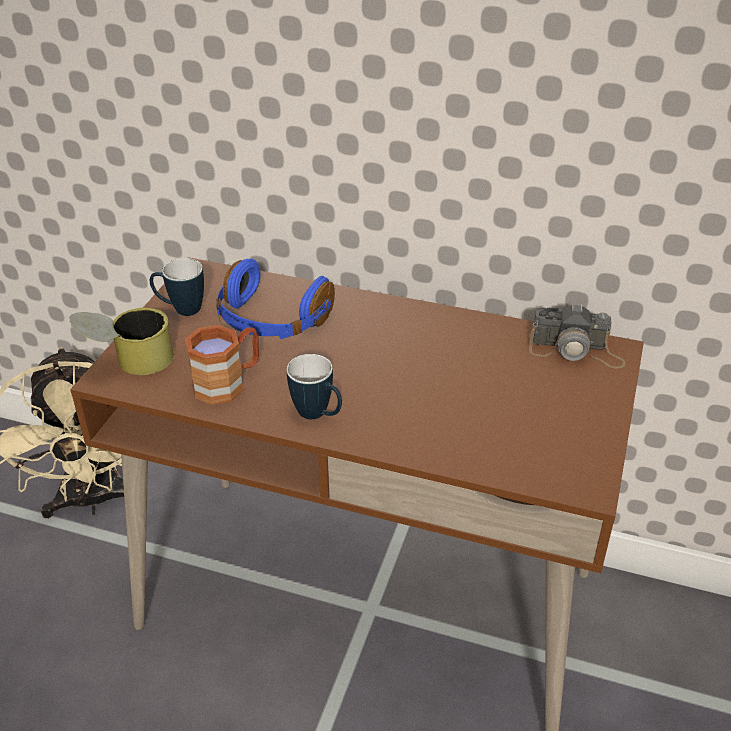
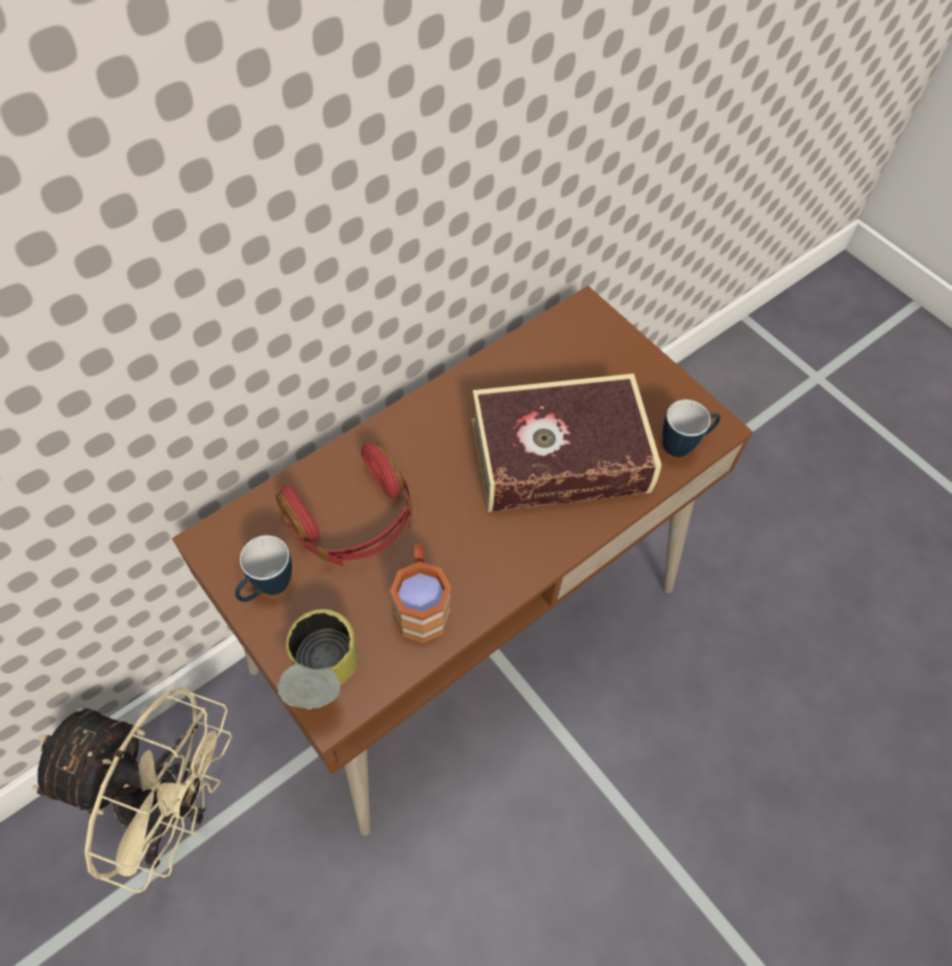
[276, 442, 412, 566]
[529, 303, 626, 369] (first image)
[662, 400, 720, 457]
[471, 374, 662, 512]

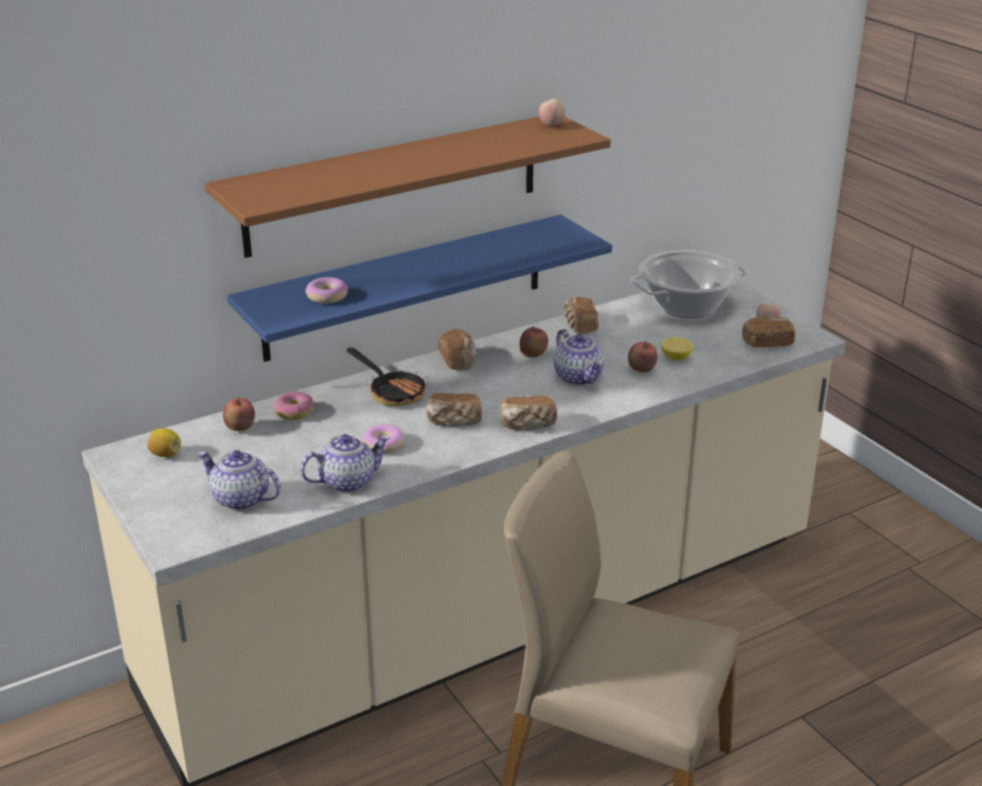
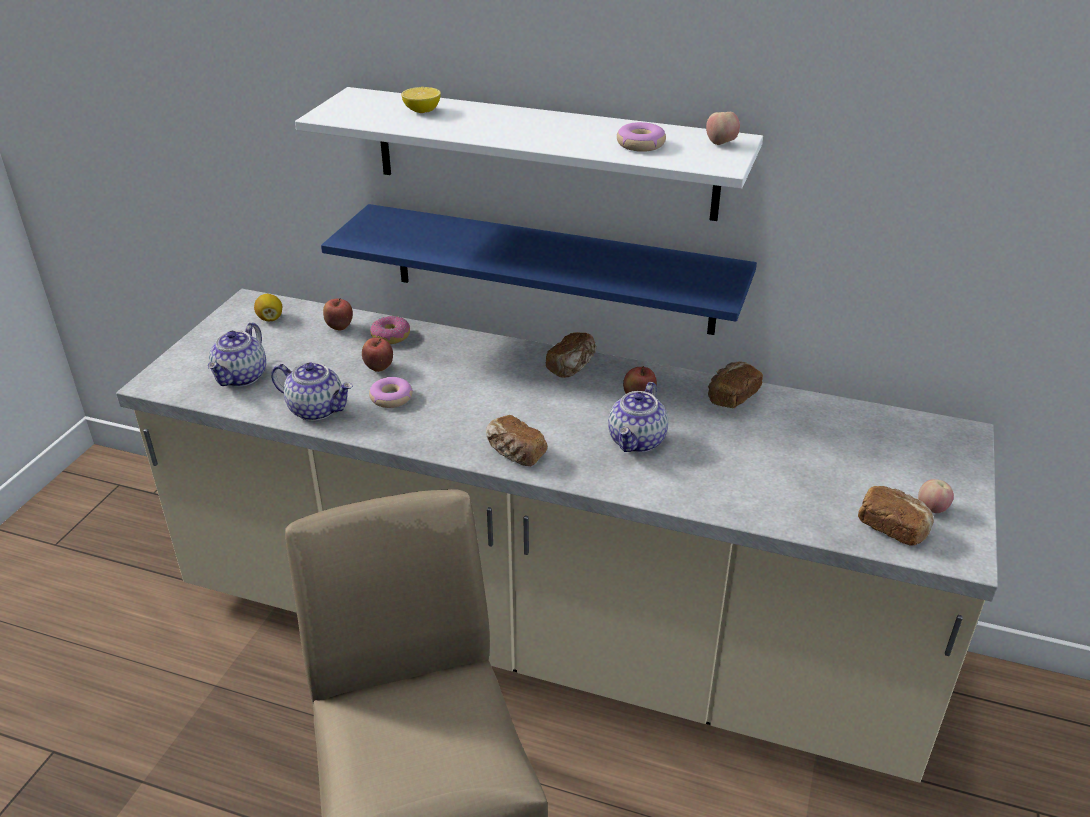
[295, 87, 763, 221]
[631, 250, 747, 318] (first image)
[617, 122, 666, 152]
[401, 87, 441, 113]
[362, 338, 393, 372]
[347, 348, 427, 407] (first image)
[426, 393, 482, 426] (first image)
[208, 322, 266, 387]

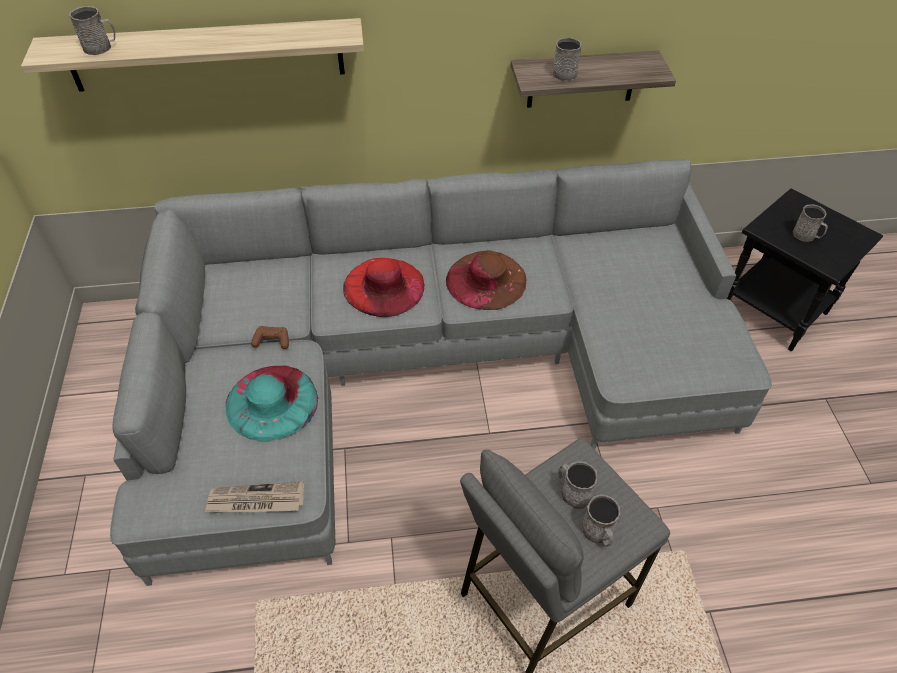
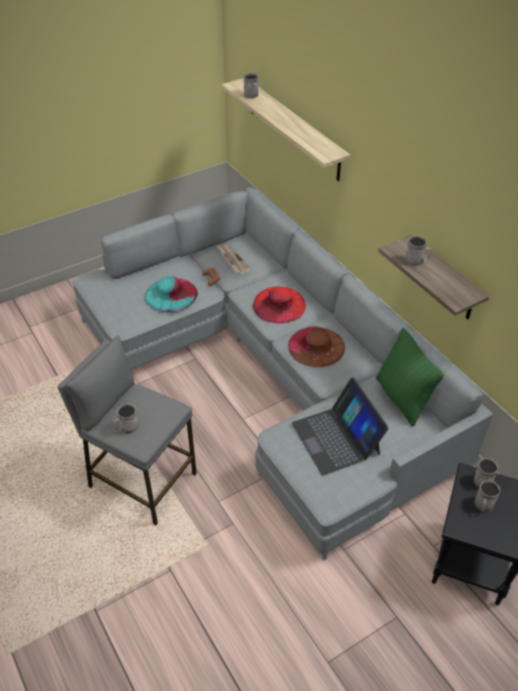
[474, 458, 498, 488]
[217, 244, 252, 274]
[376, 328, 444, 426]
[292, 377, 389, 476]

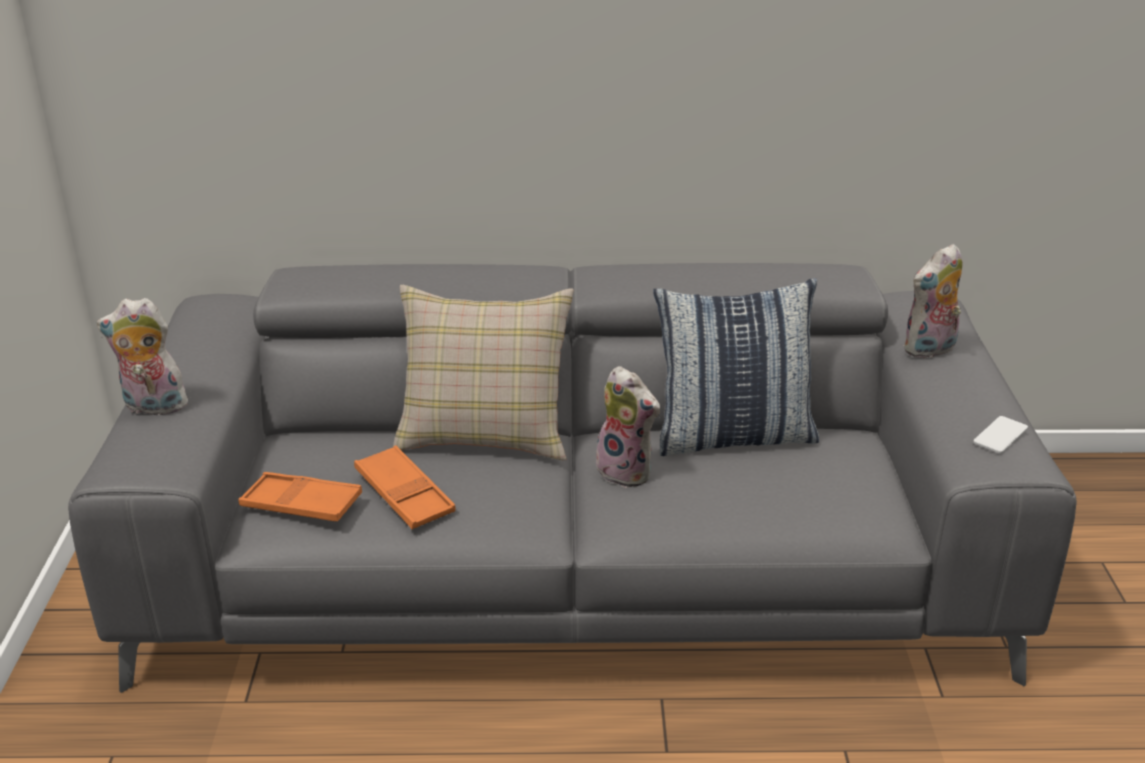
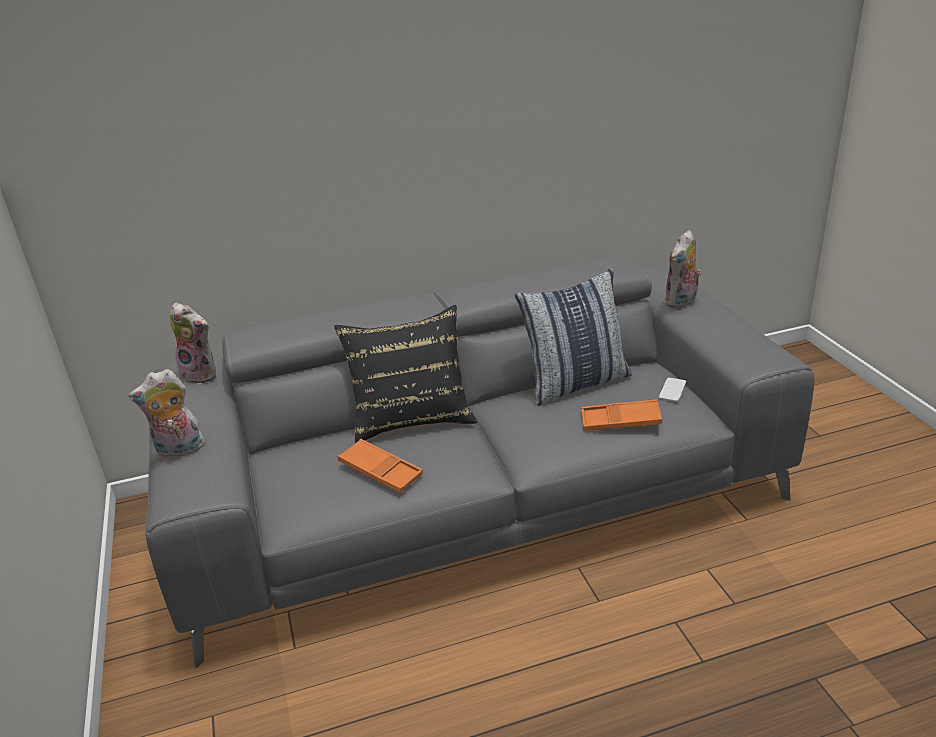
[334, 305, 477, 443]
[170, 303, 216, 384]
[659, 378, 686, 402]
[581, 399, 662, 431]

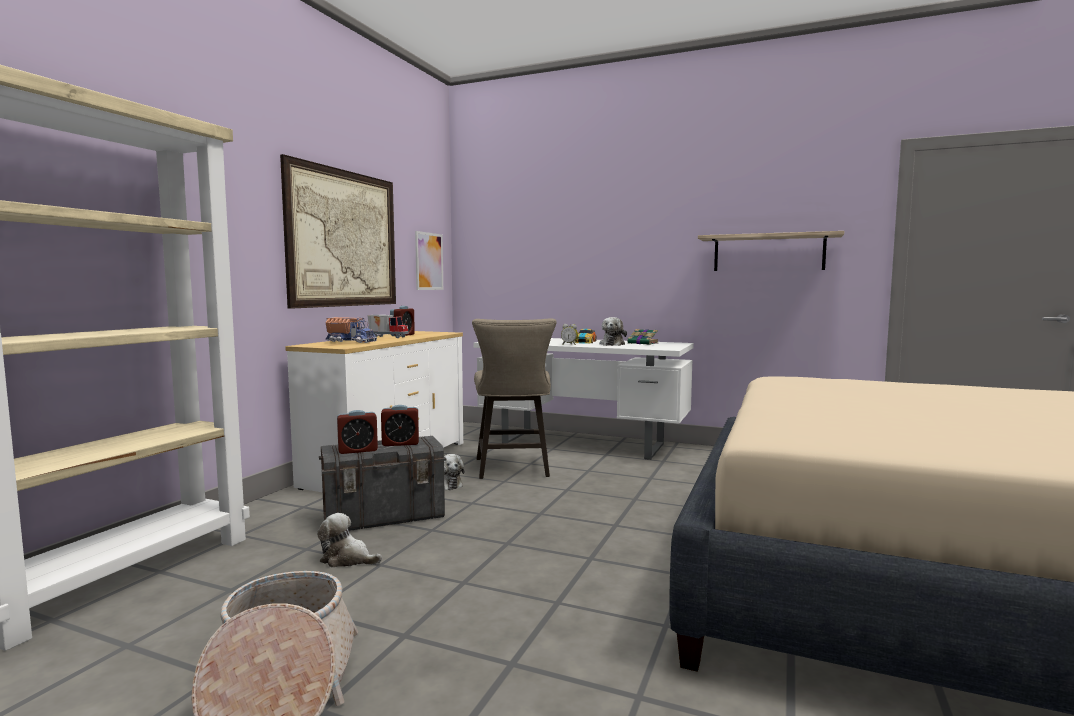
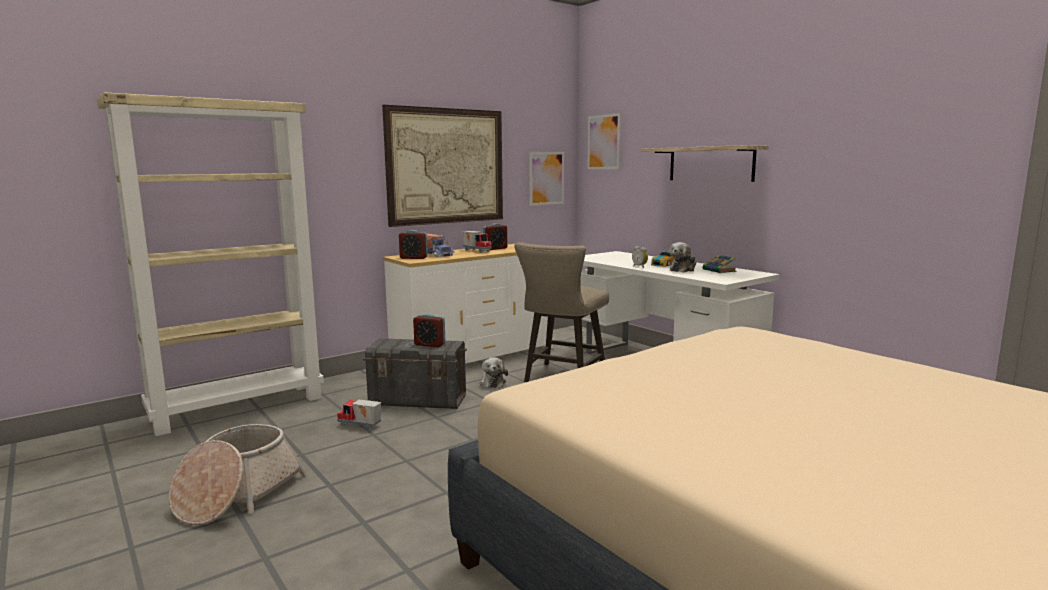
[641, 145, 769, 182]
[399, 230, 428, 259]
[337, 399, 381, 430]
[587, 113, 621, 169]

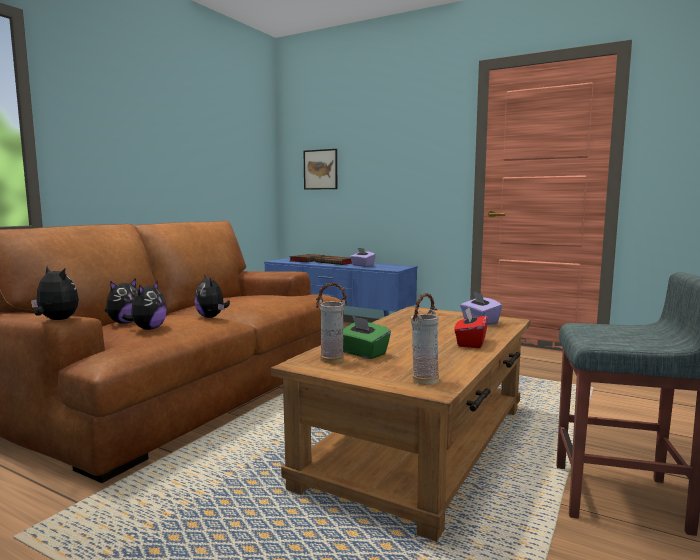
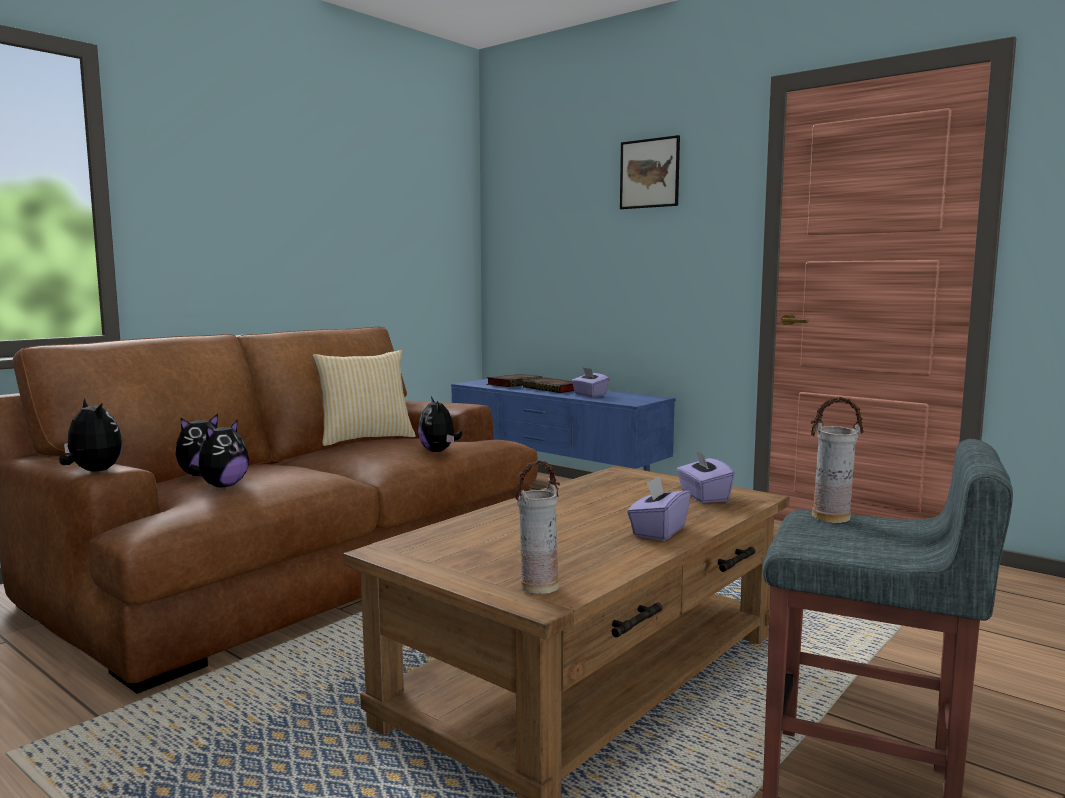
[620, 135, 680, 209]
[418, 397, 462, 452]
[811, 397, 864, 523]
[627, 476, 690, 541]
[343, 316, 391, 359] (first image)
[313, 350, 416, 446]

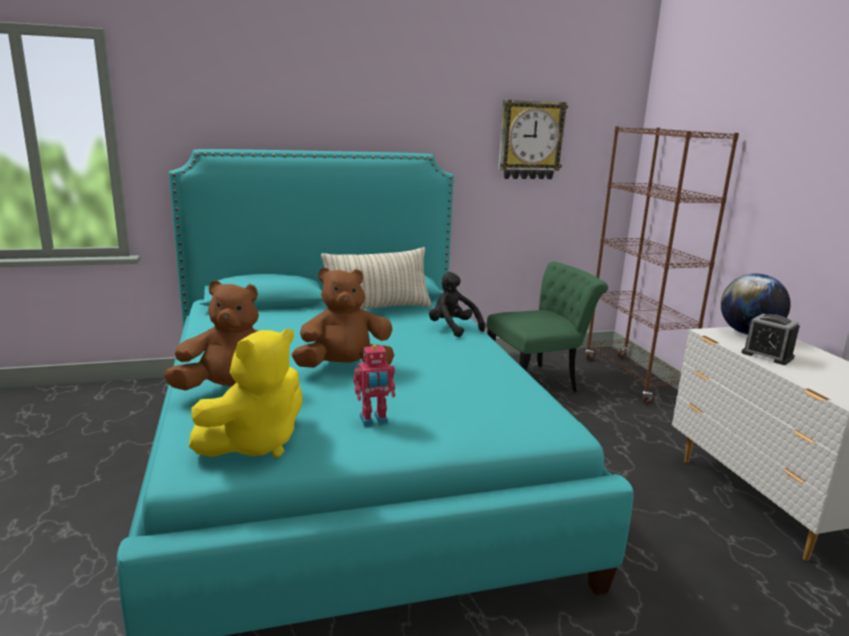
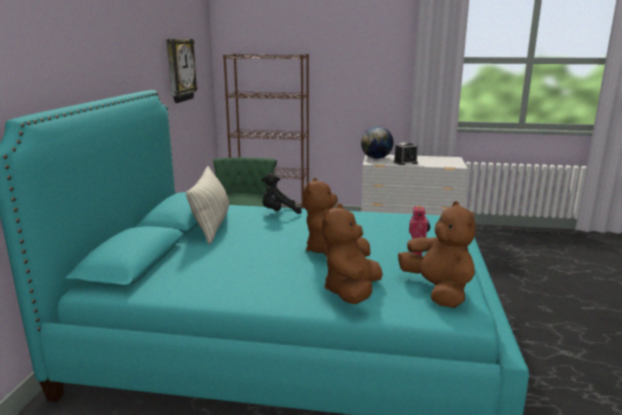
[398, 201, 476, 308]

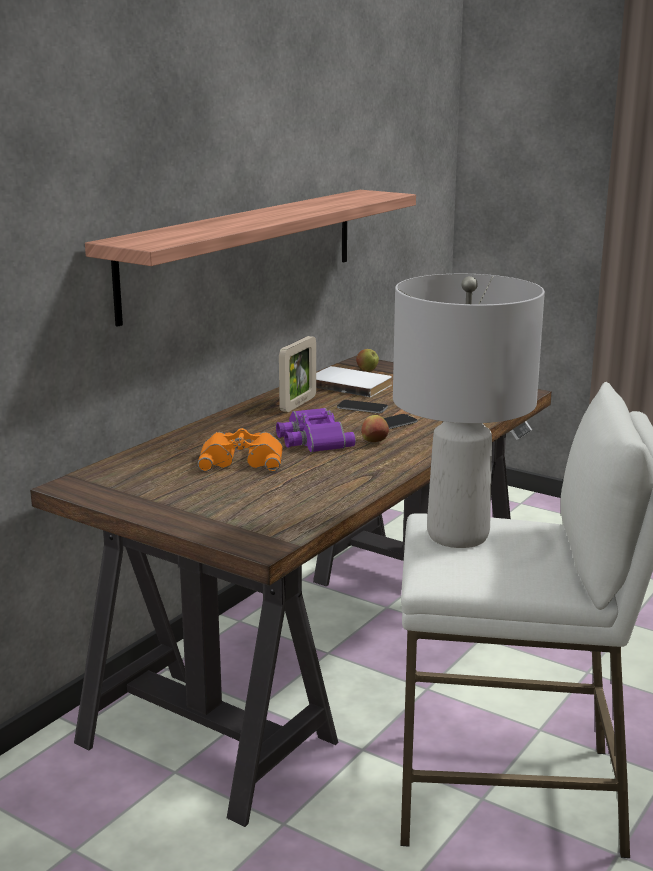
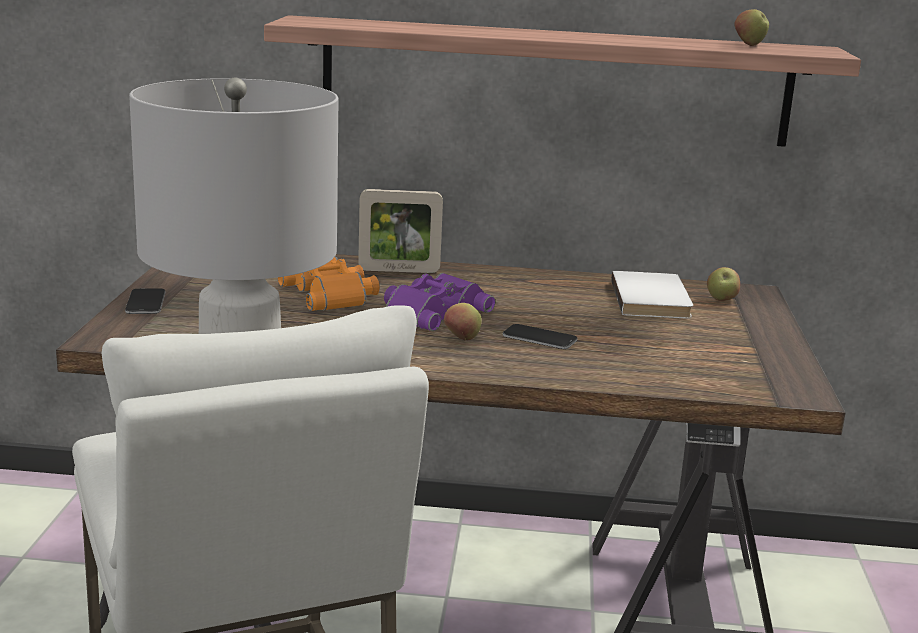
[358, 189, 443, 273]
[125, 289, 165, 314]
[734, 9, 769, 46]

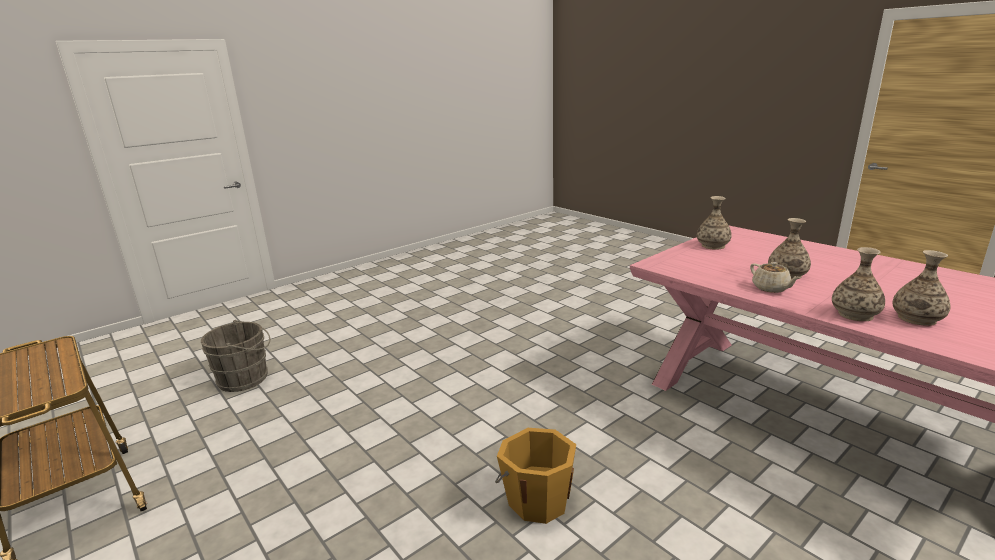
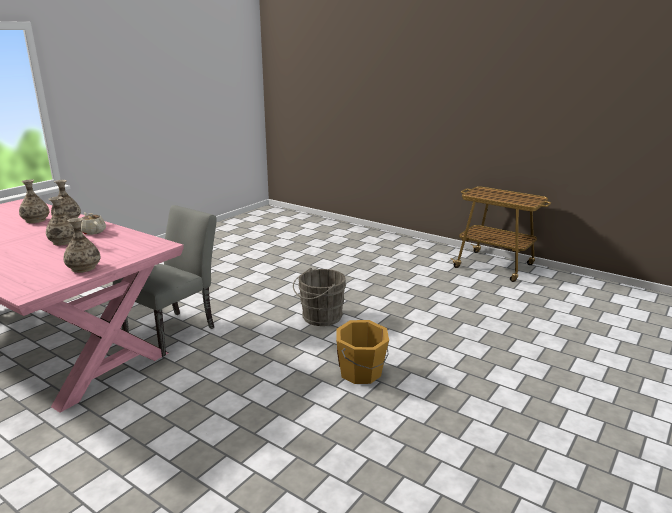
[293, 268, 346, 326]
[336, 320, 389, 384]
[113, 205, 217, 357]

